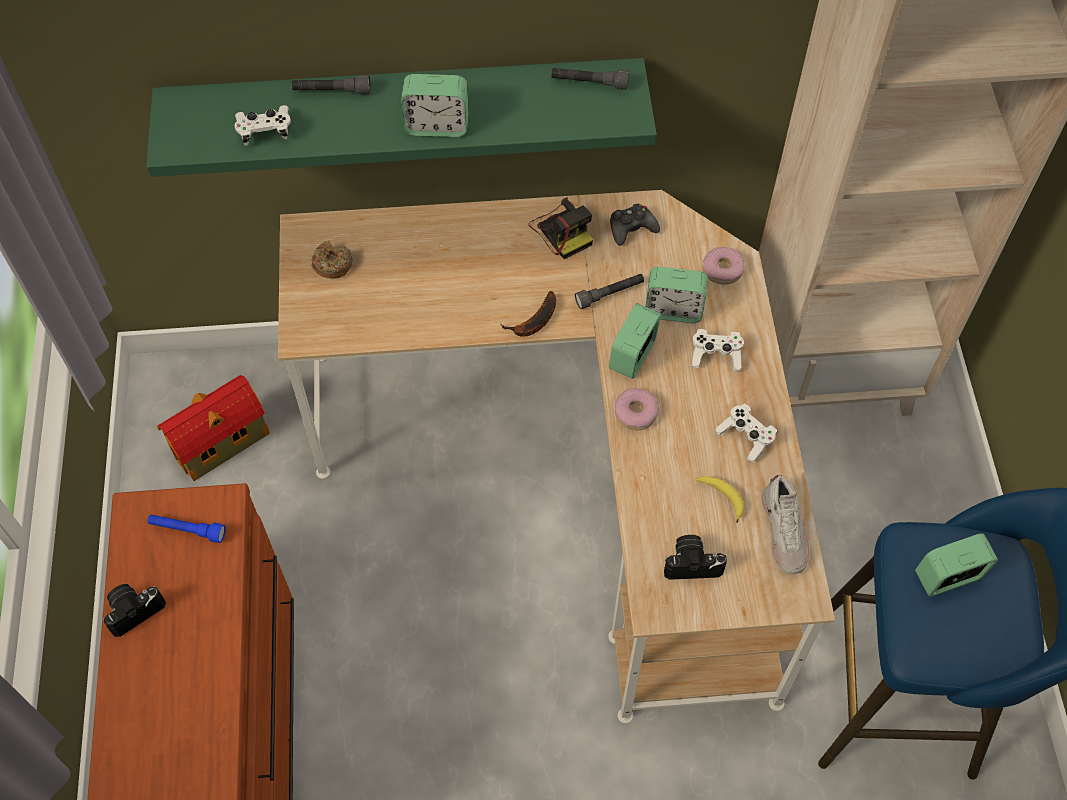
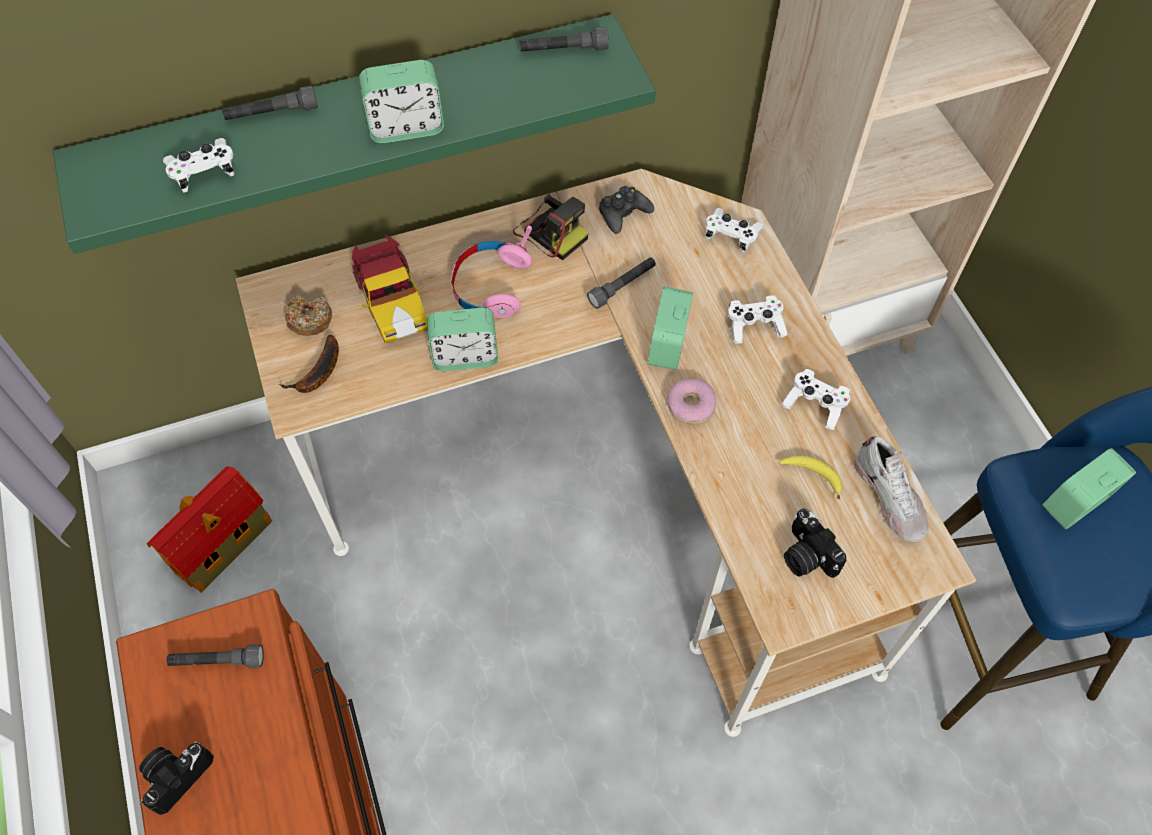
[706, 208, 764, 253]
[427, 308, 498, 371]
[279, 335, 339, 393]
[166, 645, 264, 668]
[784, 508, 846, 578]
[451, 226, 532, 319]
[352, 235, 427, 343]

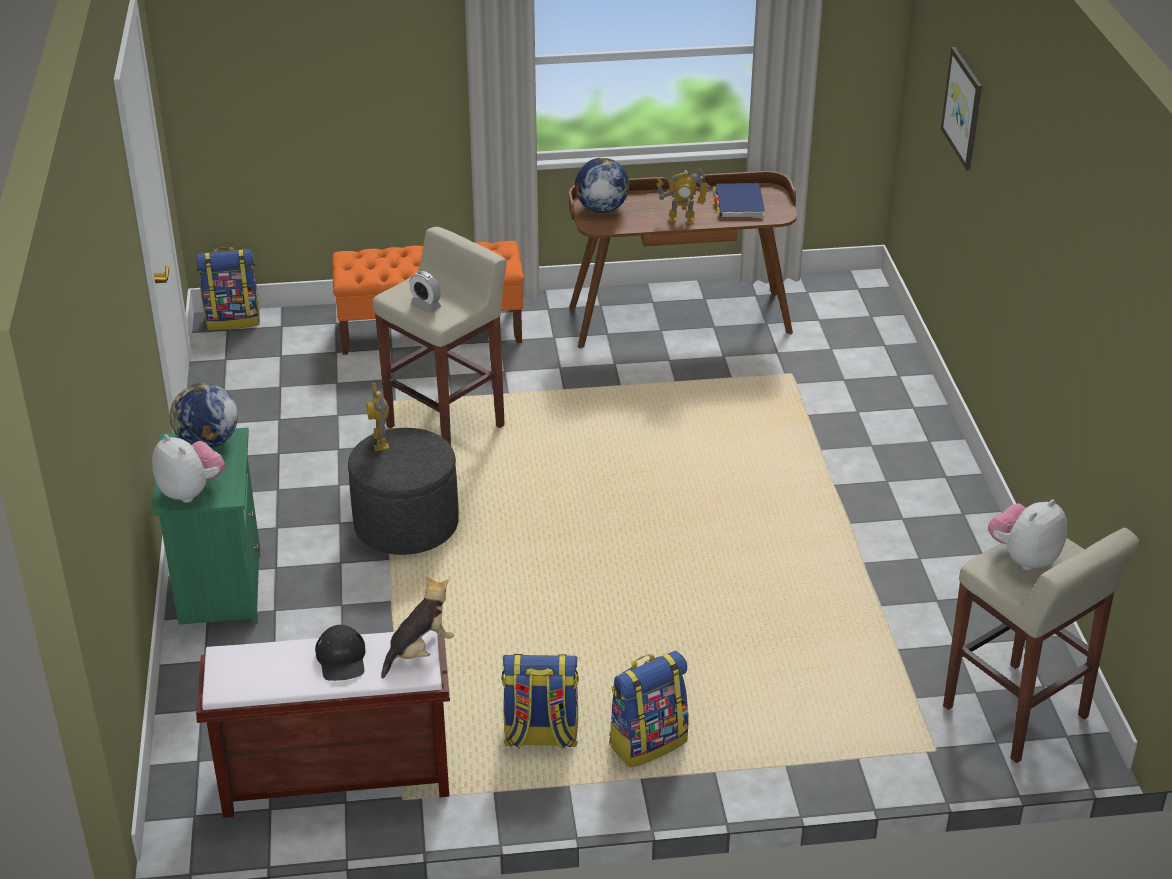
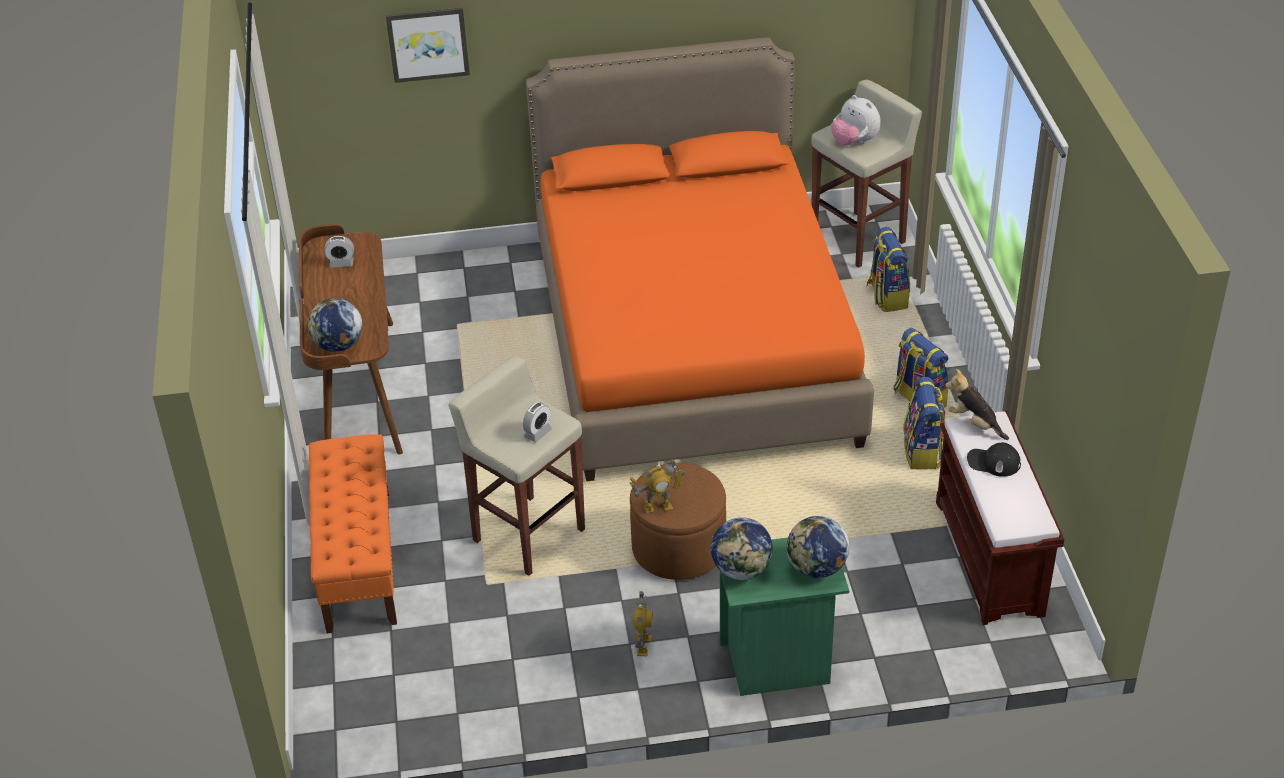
[633, 591, 653, 656]
[324, 236, 354, 268]
[866, 227, 910, 312]
[630, 463, 726, 580]
[787, 516, 849, 578]
[967, 442, 1021, 477]
[526, 37, 874, 481]

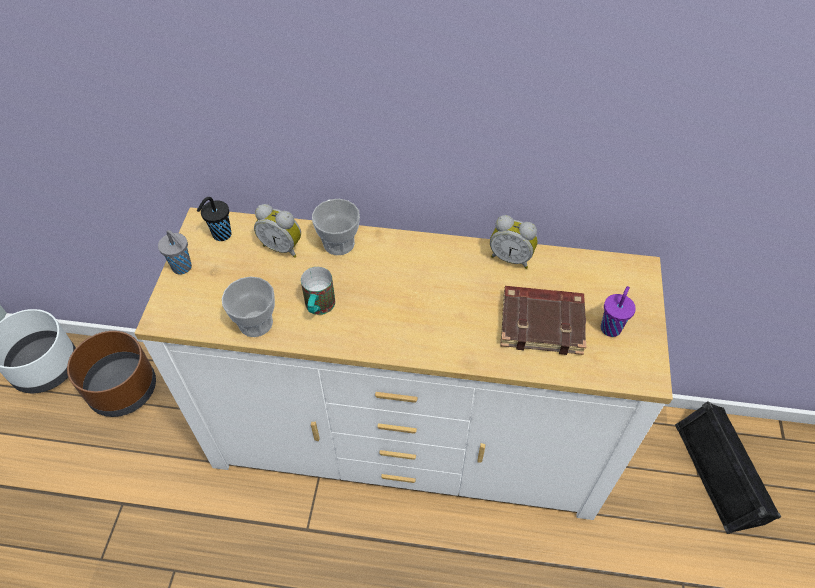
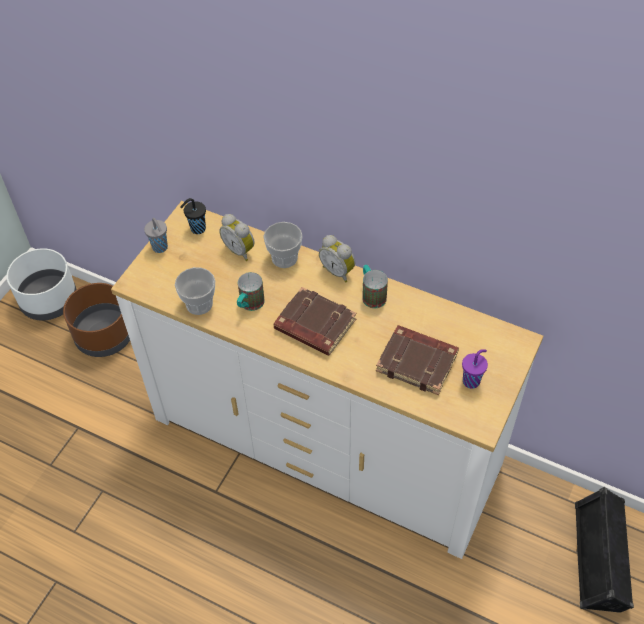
[319, 235, 355, 282]
[362, 265, 388, 309]
[274, 287, 357, 356]

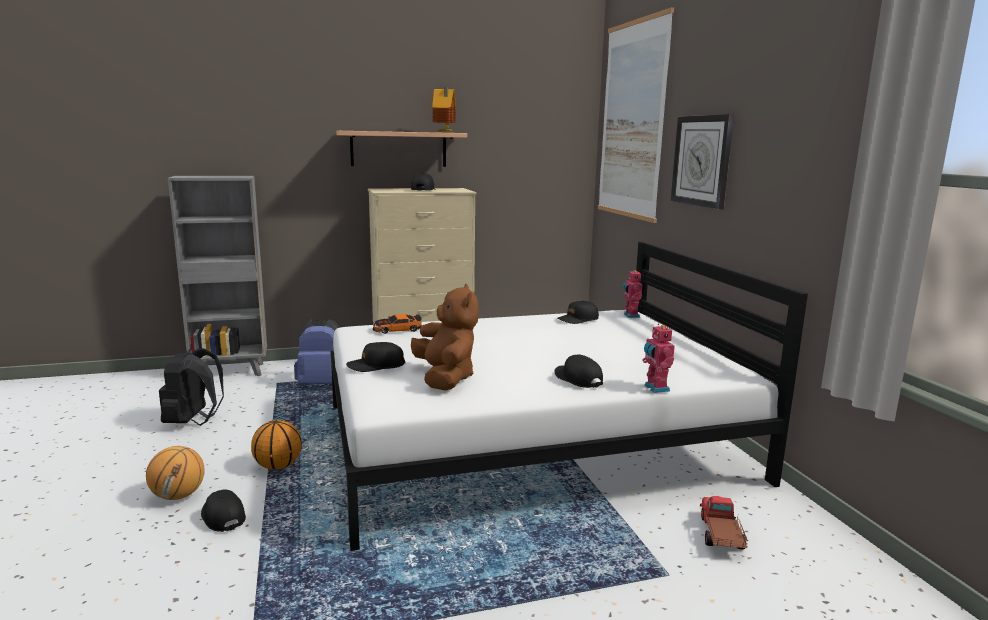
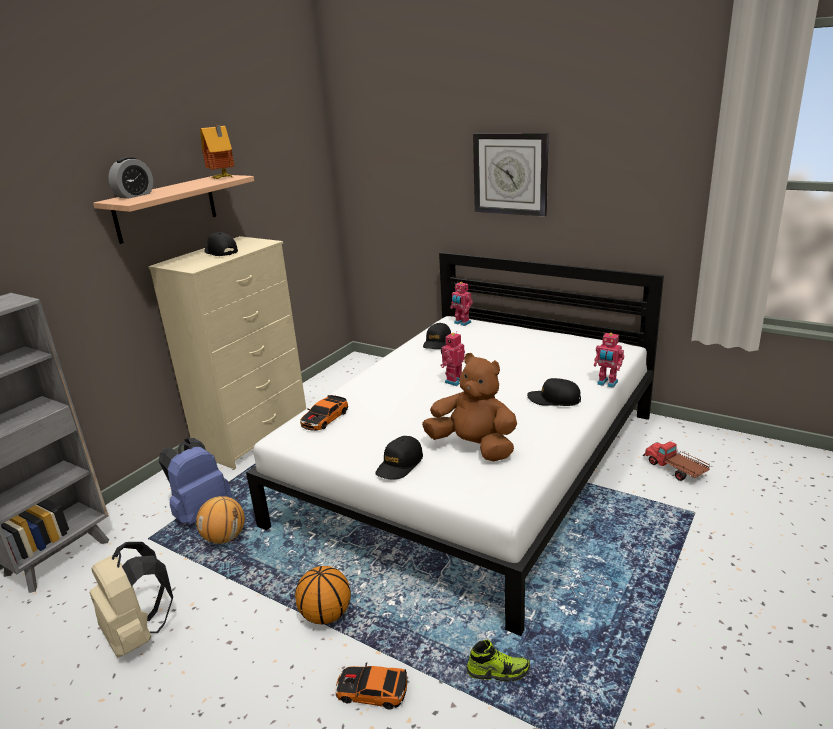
[598, 7, 674, 223] (first image)
[90, 542, 173, 657]
[196, 496, 245, 544]
[336, 663, 408, 710]
[108, 157, 153, 199]
[440, 331, 465, 386]
[466, 640, 530, 682]

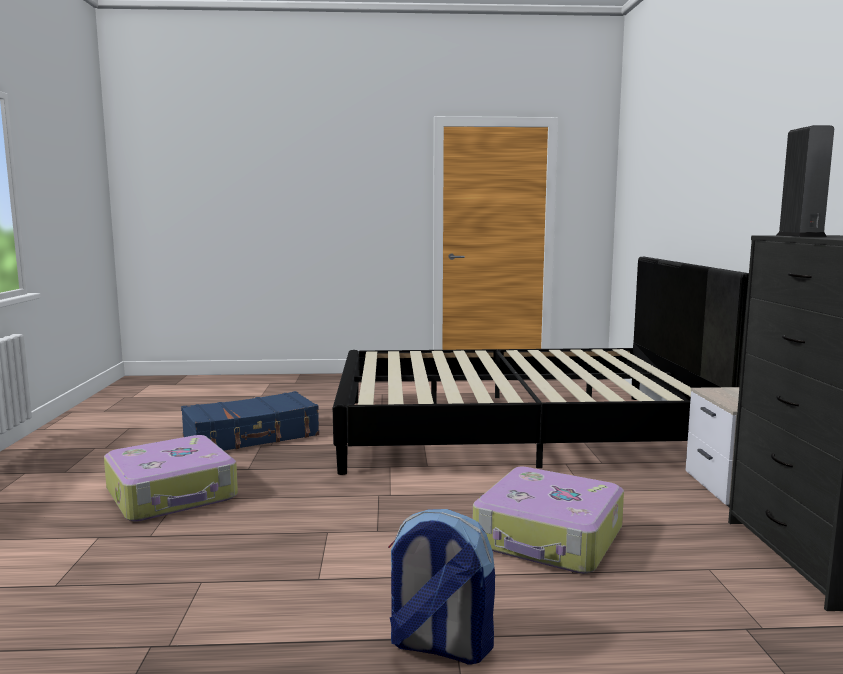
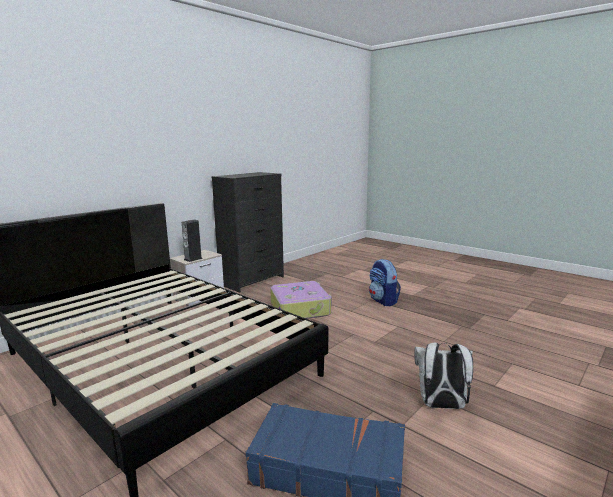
[182, 220, 203, 262]
[414, 342, 473, 409]

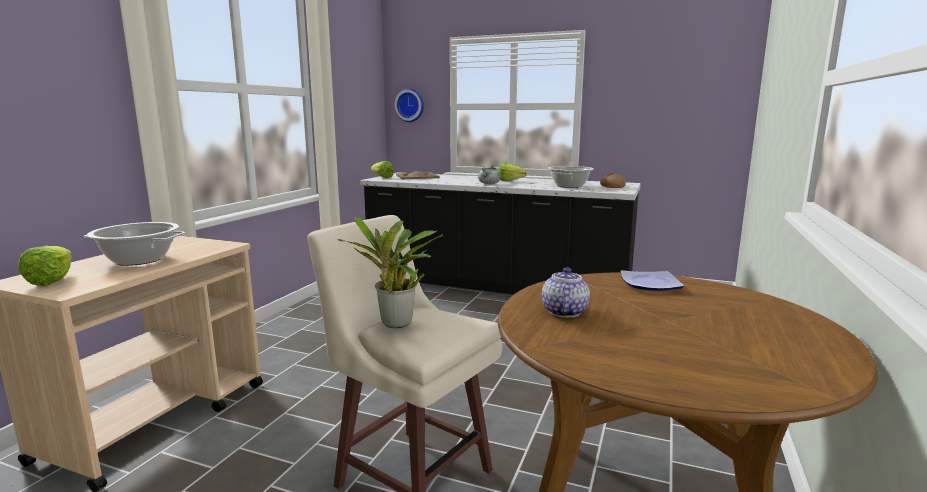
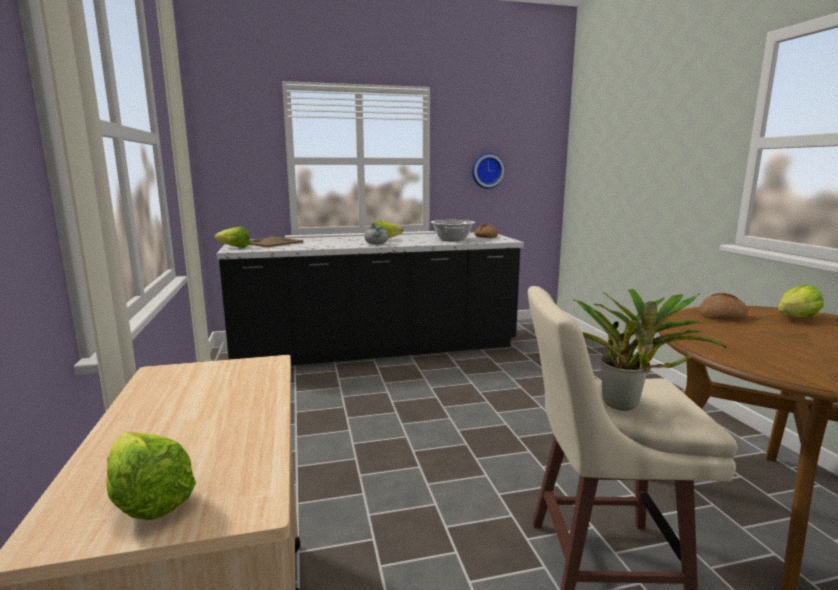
[472, 153, 505, 189]
[84, 222, 185, 266] (first image)
[542, 267, 590, 318] (first image)
[699, 293, 748, 320]
[778, 285, 823, 317]

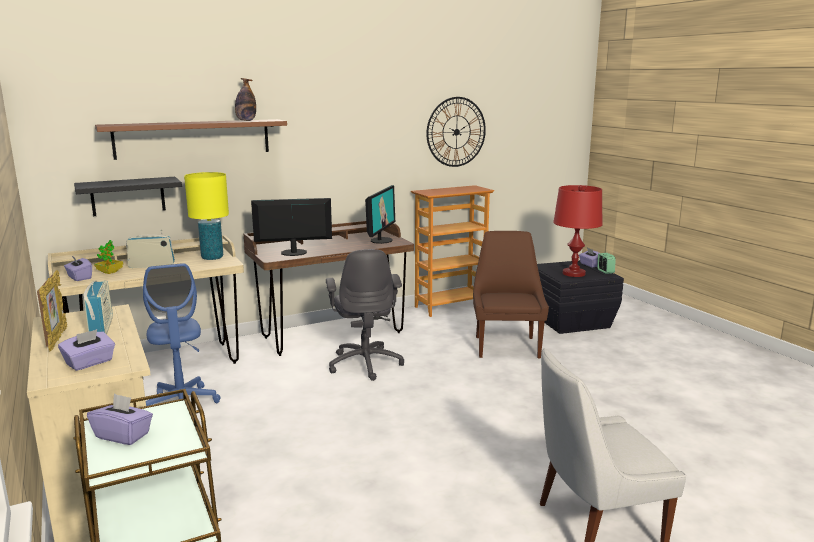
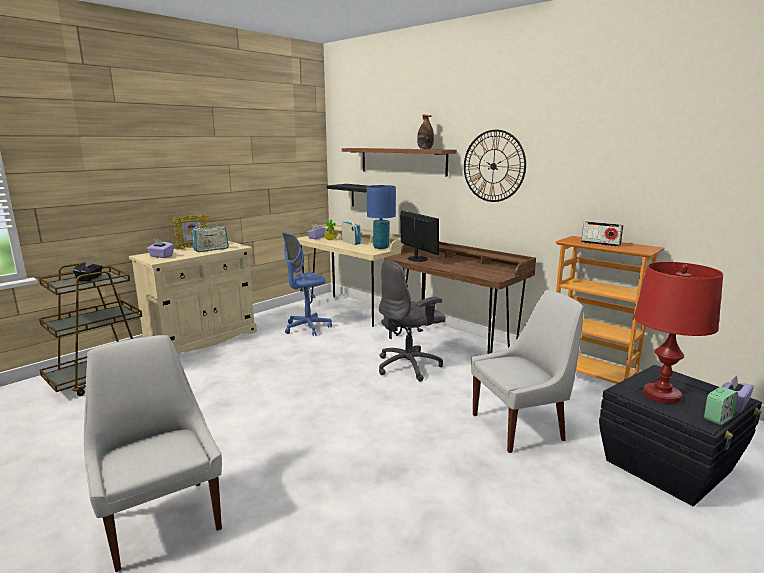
[464, 130, 526, 202]
[367, 185, 396, 249]
[365, 185, 395, 244] (first image)
[471, 290, 584, 453]
[73, 259, 103, 281]
[581, 221, 623, 247]

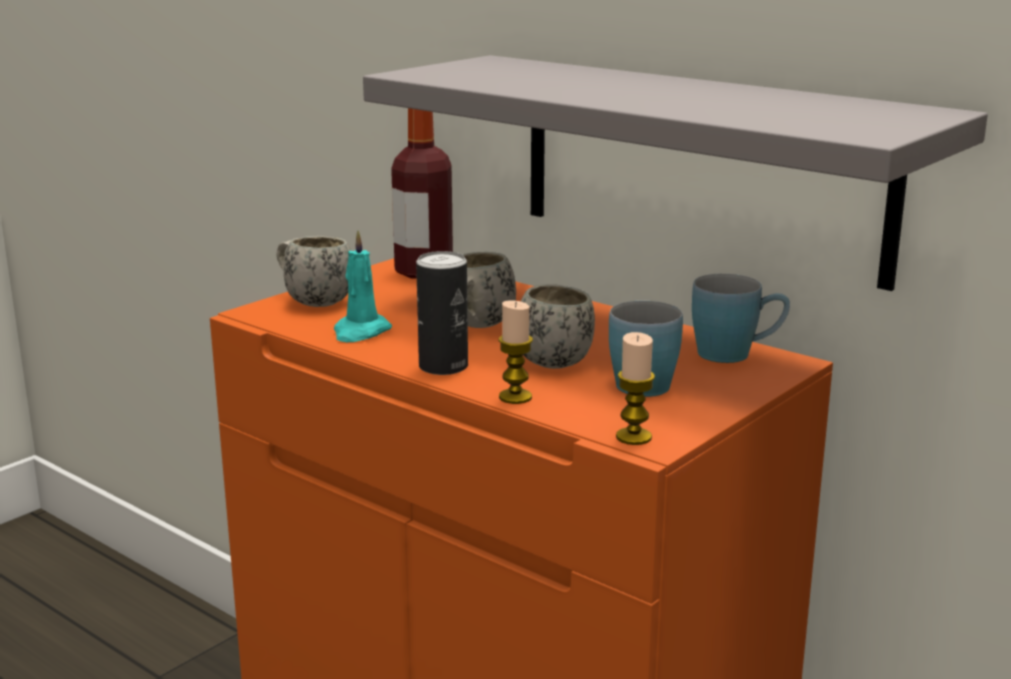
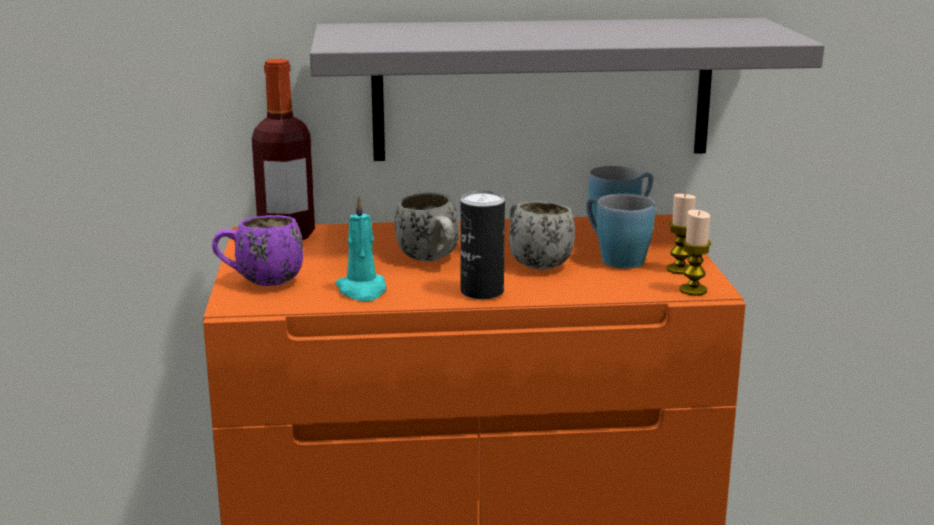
[212, 215, 303, 286]
[667, 193, 696, 274]

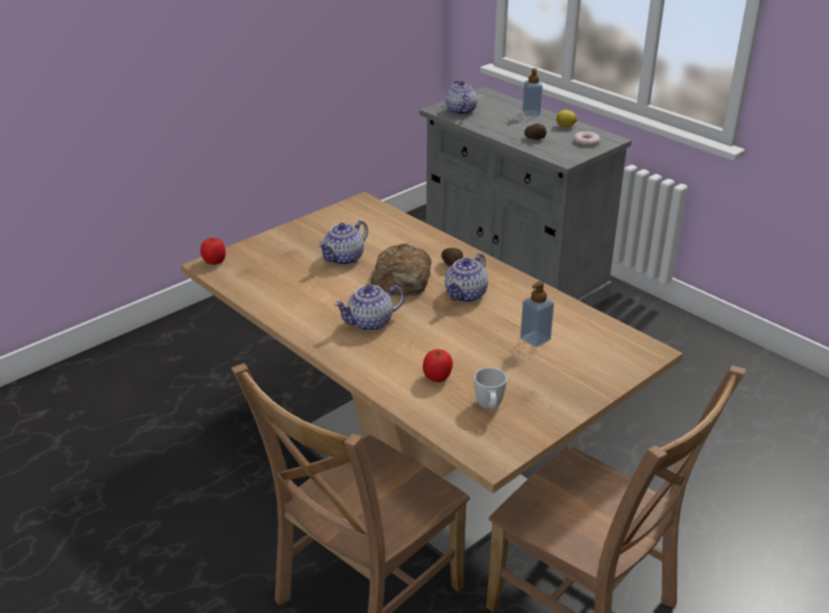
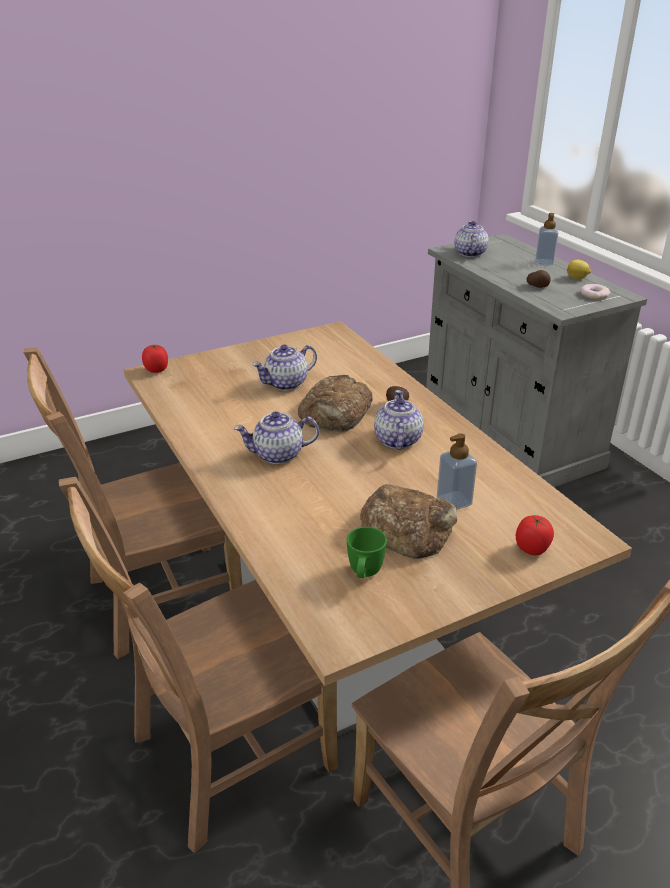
[374, 390, 424, 450]
[516, 515, 554, 555]
[347, 527, 387, 578]
[23, 348, 242, 659]
[360, 484, 457, 559]

